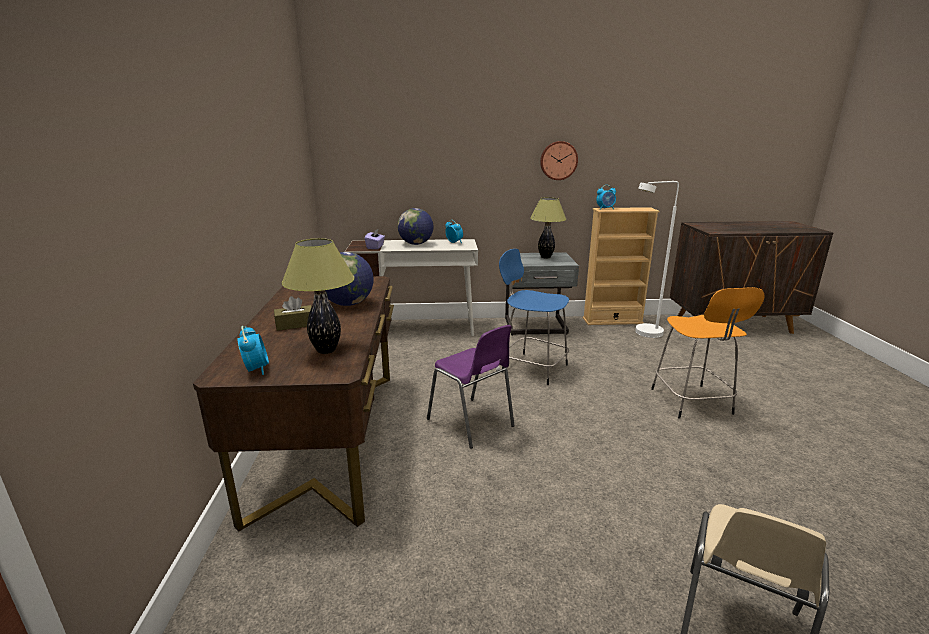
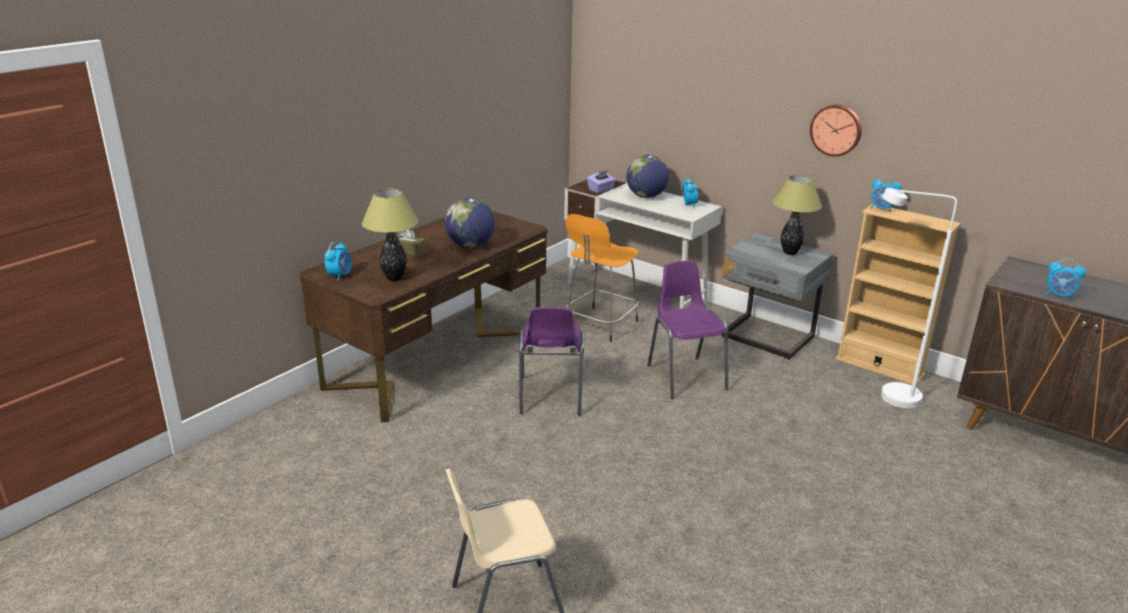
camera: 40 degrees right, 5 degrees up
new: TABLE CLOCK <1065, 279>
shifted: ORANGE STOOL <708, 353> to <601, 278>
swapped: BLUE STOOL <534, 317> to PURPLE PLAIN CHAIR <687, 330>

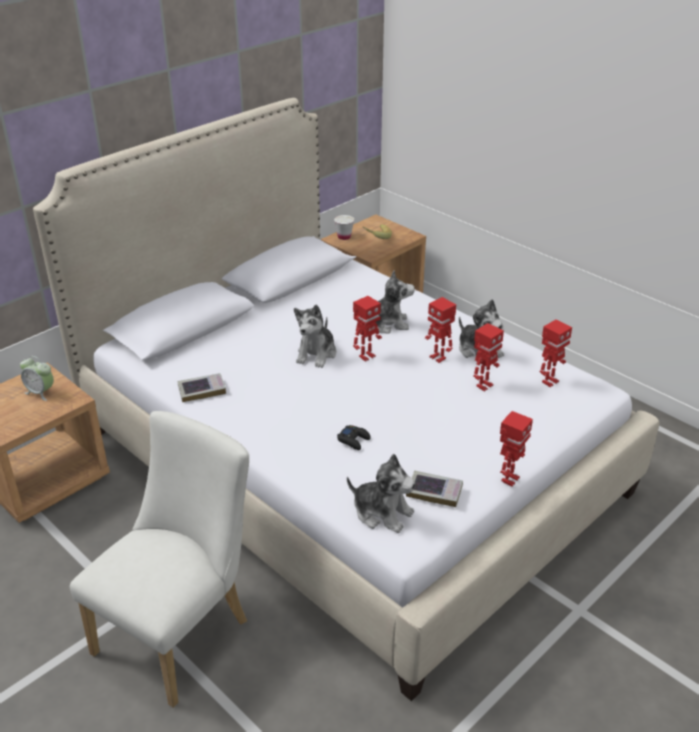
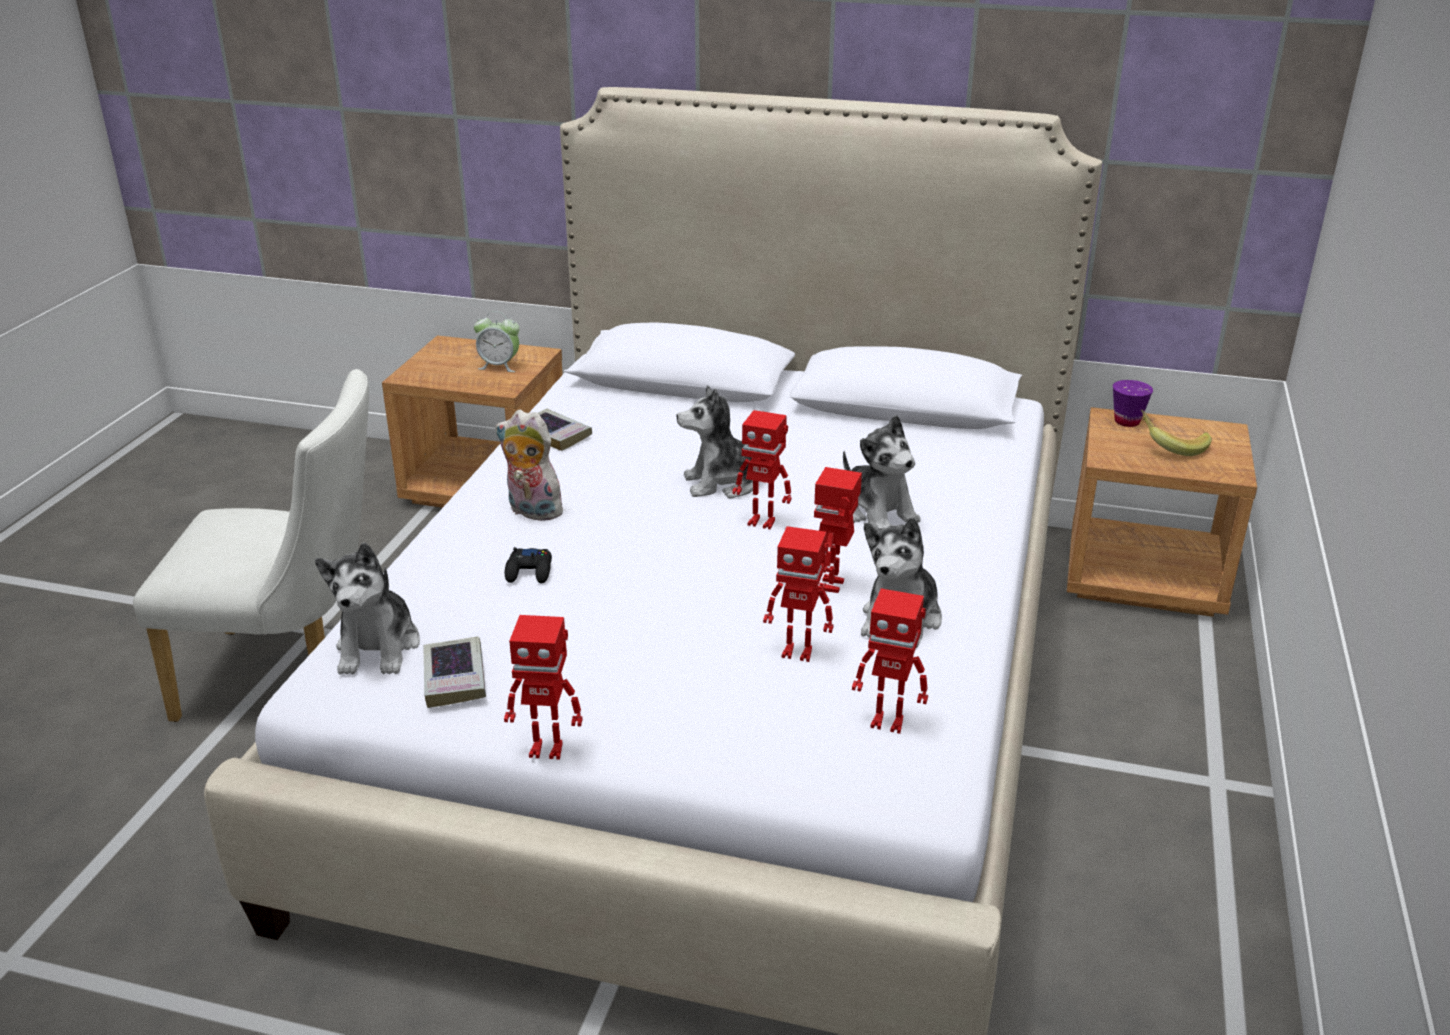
camera: 60 degrees right, 5 degrees down
new: PLUSH TOY <529, 465>
repainted: WHITE SMALL CUP <344, 227> to PURPLE SMALL CUP <1133, 403>
rotated: TABLE CLOCK <37, 378> = <497, 341> 75 degrees counterclockwise

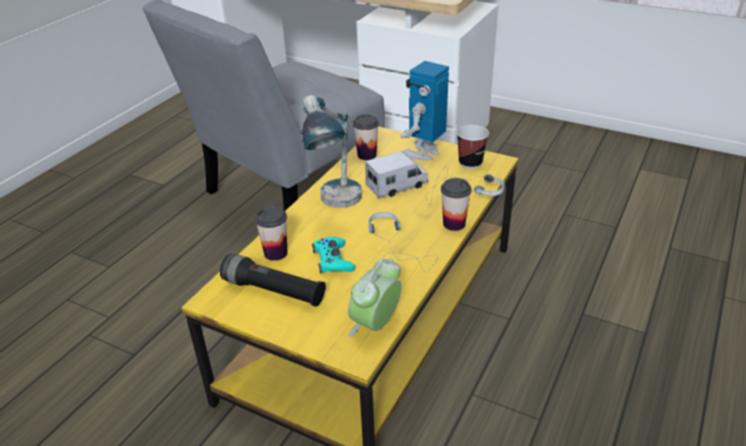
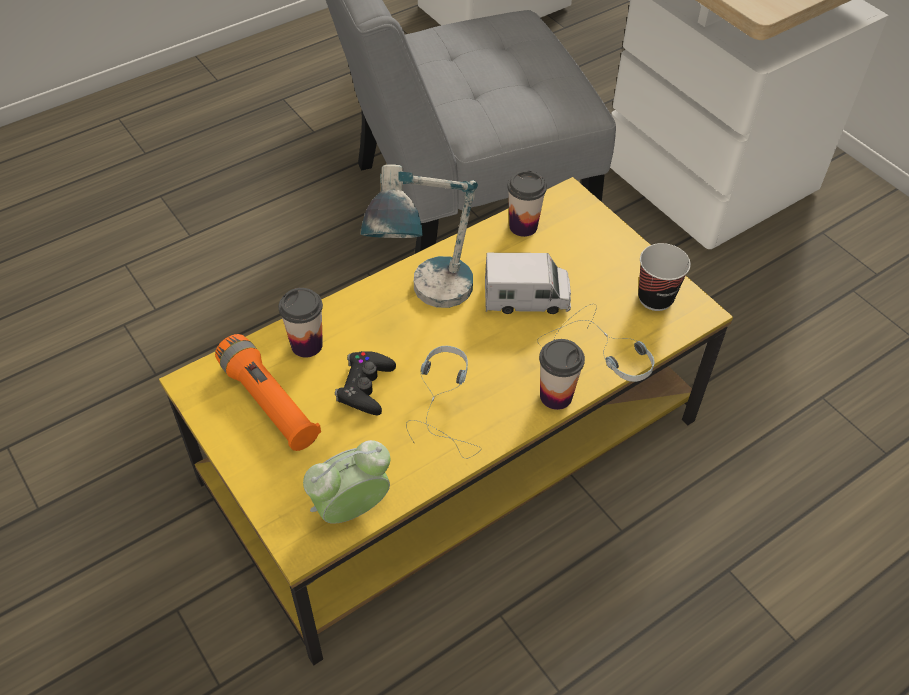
camera: 25 degrees right, 15 degrees up
gone: ROBOT FIGURE <425, 111>
repainted: BLACK HAND TORCH <273, 280> to ORANGE HAND TORCH <268, 392>; BLUE-GREEN GAME CONTROLLER <333, 255> to BLACK GAME CONTROLLER <365, 383>

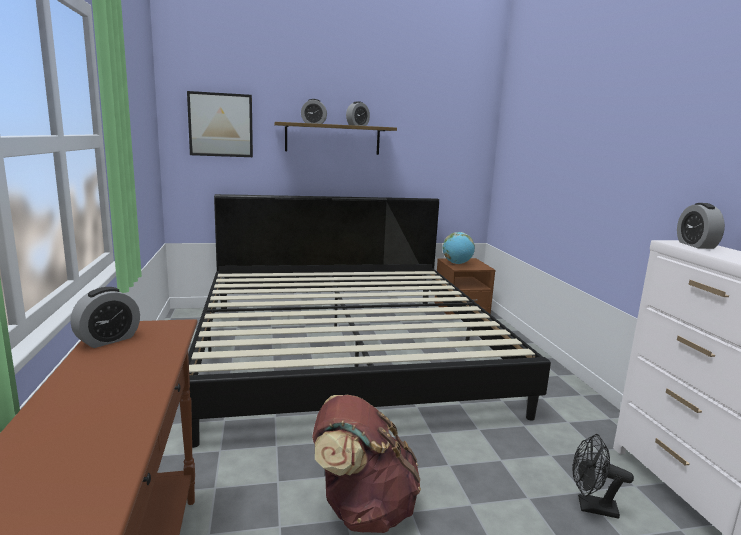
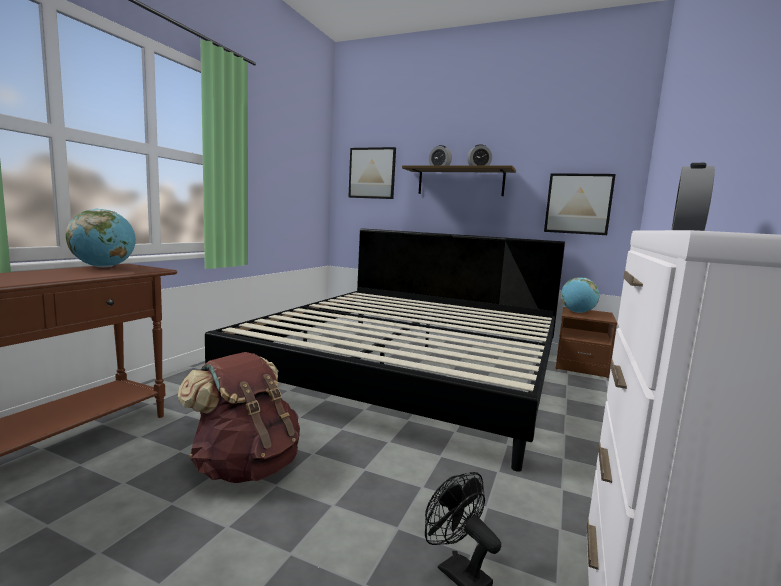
camera: 35 degrees right, 5 degrees down
new: WALL PICTURE <580, 204>
swapped: TABLE CLOCK <105, 317> to WORLD GLOBE <101, 238>

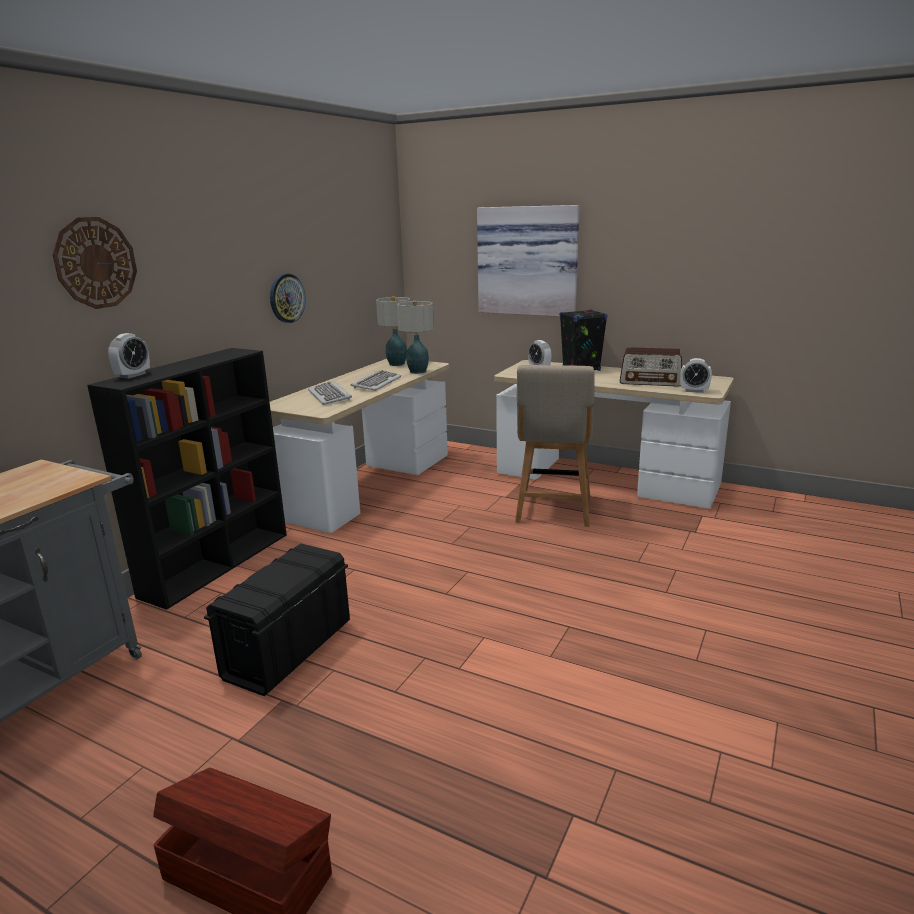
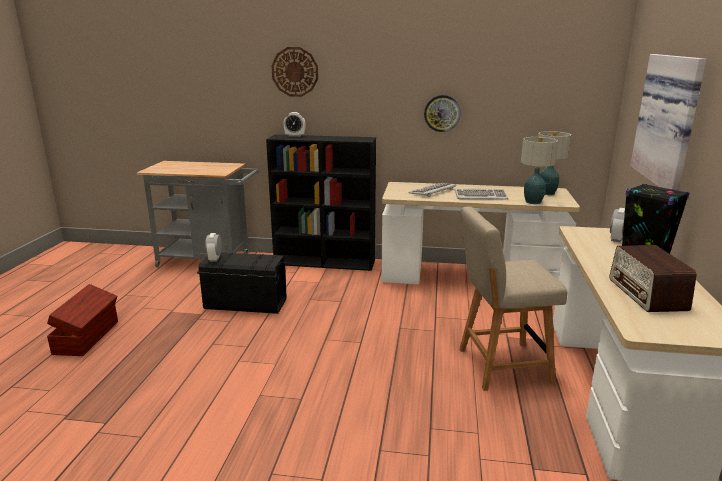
camera: 70 degrees right, 0 degrees up
shifted: TABLE CLOCK <696, 375> to <213, 247>

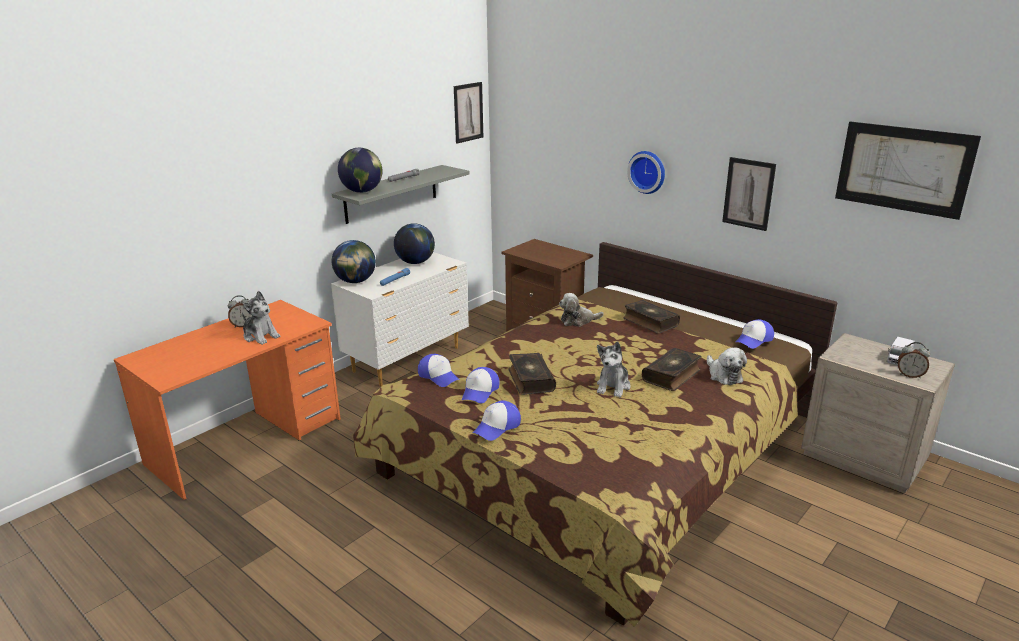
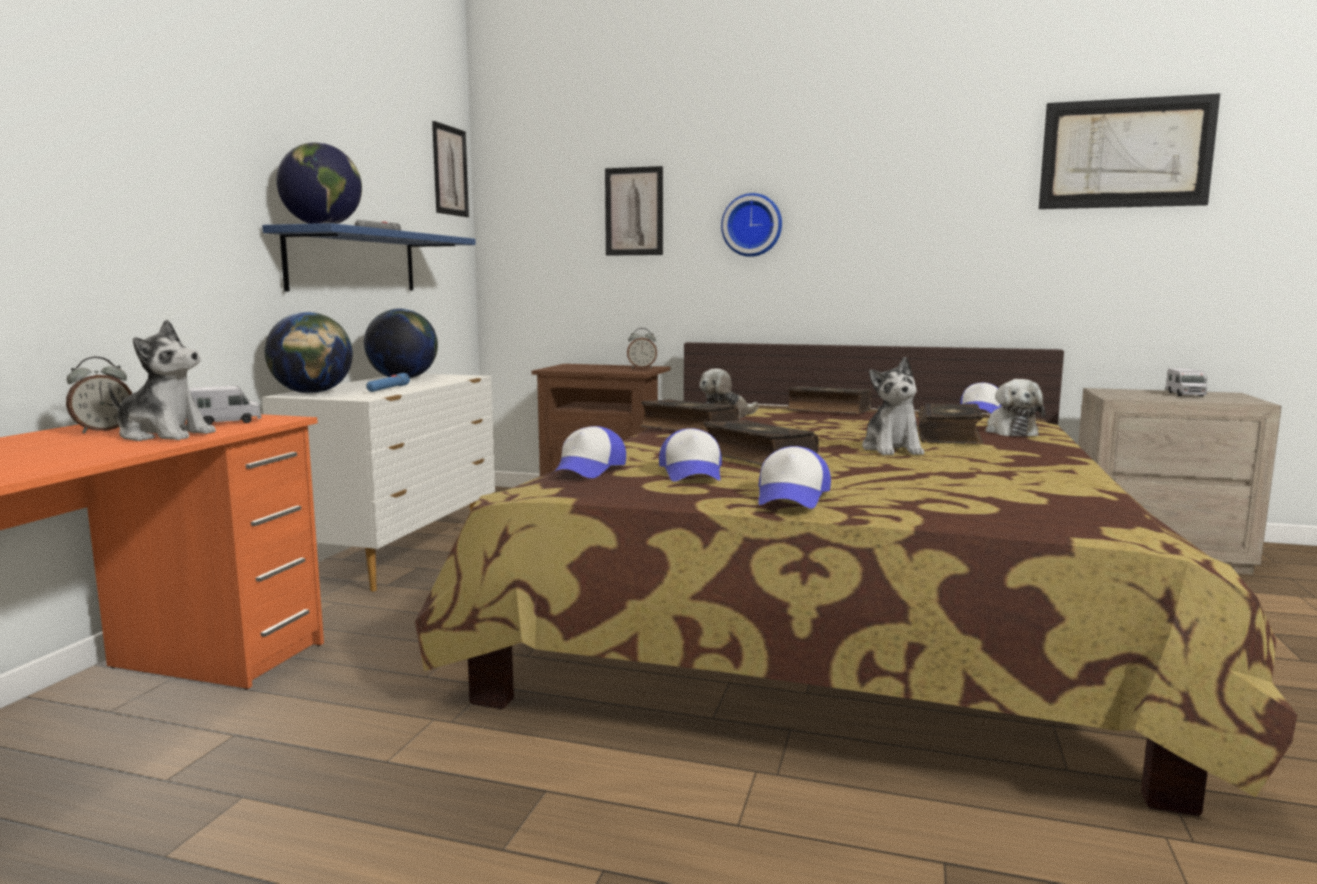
camera: 25 degrees left, 15 degrees down
new: TOY TRUCK <225, 405>; VOLUME <689, 416>
shifted: WALL PICTURE <749, 194> to <634, 211>; TABLE CLOCK <914, 360> to <642, 348>
repainted: GREY WALL SHELF <401, 194> to BLUE WALL SHELF <369, 257>
rotated: CAP <439, 370> = <588, 452> 90 degrees clockwise; PLUSH TOY <727, 366> = <1016, 408> 45 degrees clockwise

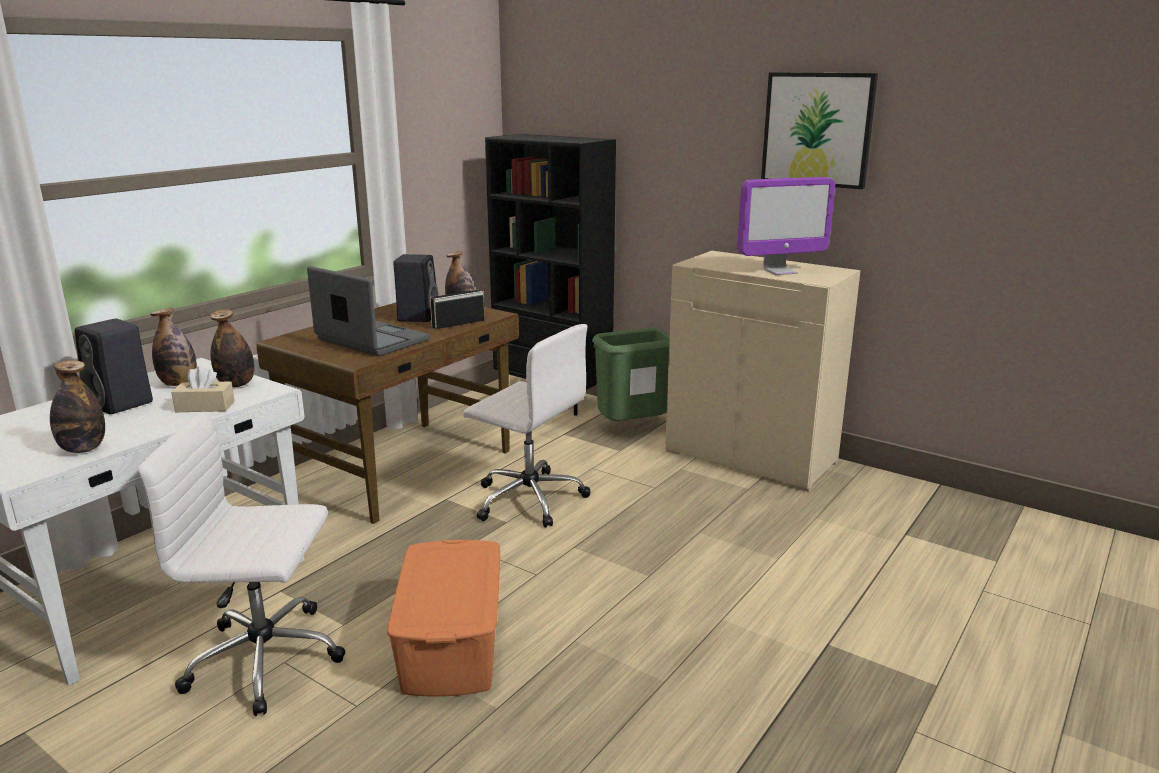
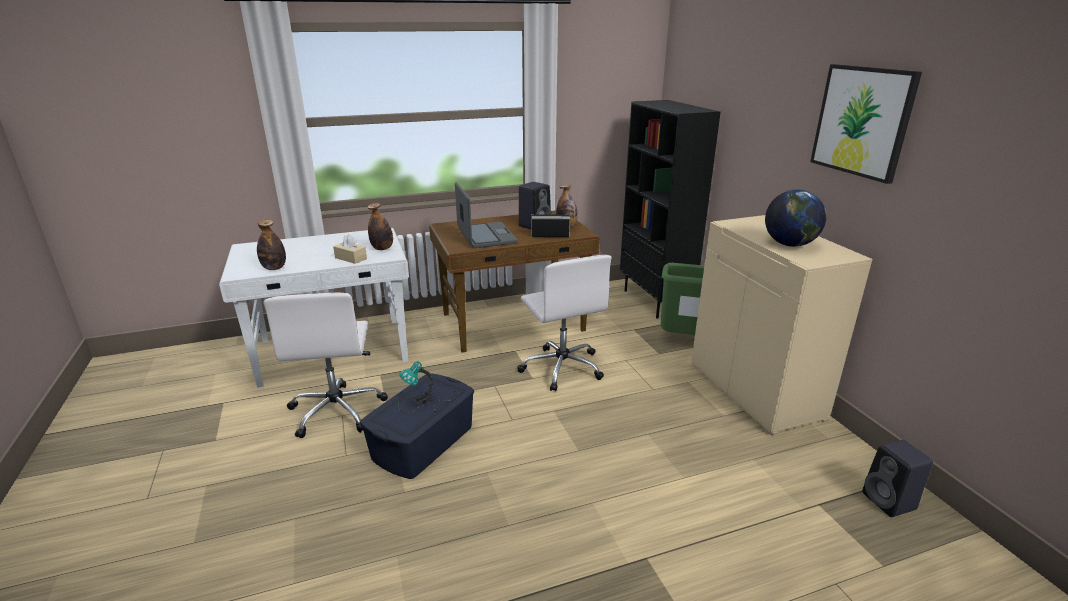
camera: 35 degrees right, 5 degrees up
gone: BOTTLE <173, 347>
new: TABLETOP LAMP <428, 387>
shifted: BLACK SPEAKER <114, 366> to <897, 478>
swapped: COMPUTER SCREEN <786, 226> to WORLD GLOBE <796, 218>
repainted: ORANGE STORAGE BOX <443, 618> to BLUE STORAGE BOX <417, 426>
rotated: WHITE OFFICE CHAIR <241, 564> = <326, 365> 135 degrees counterclockwise

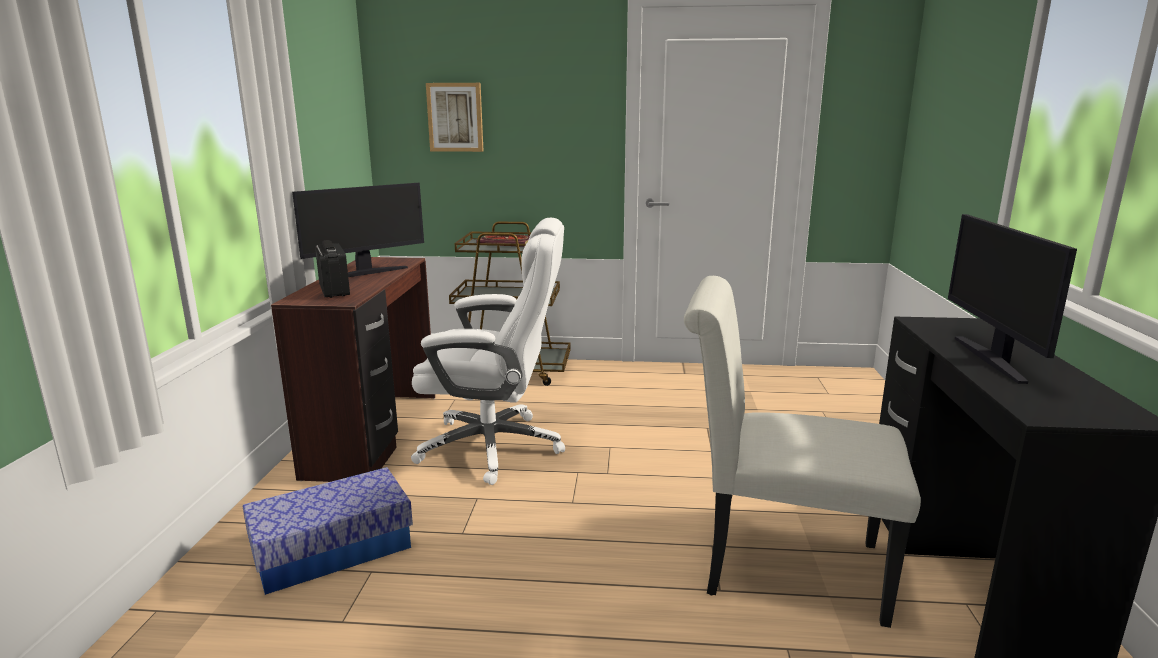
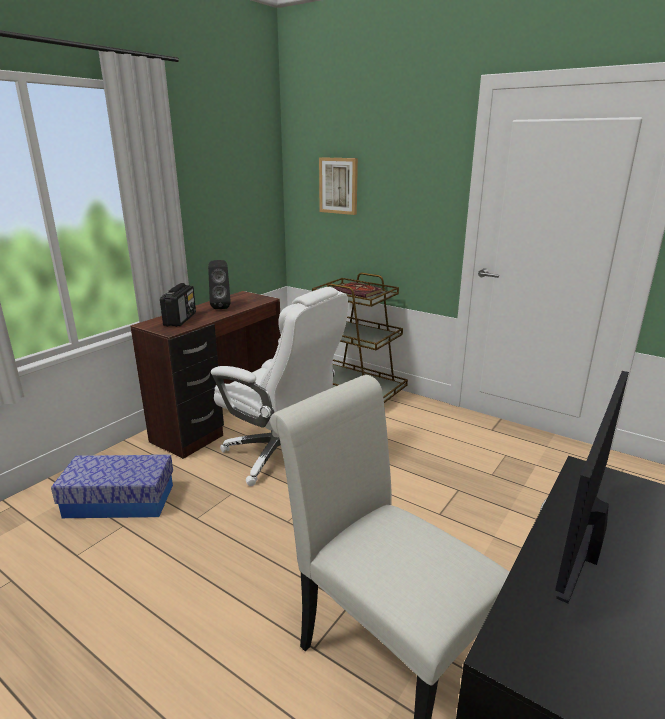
camera: 30 degrees right, 5 degrees up
swapped: COMPUTER SCREEN <358, 230> to BLACK SPEAKER <219, 284>

